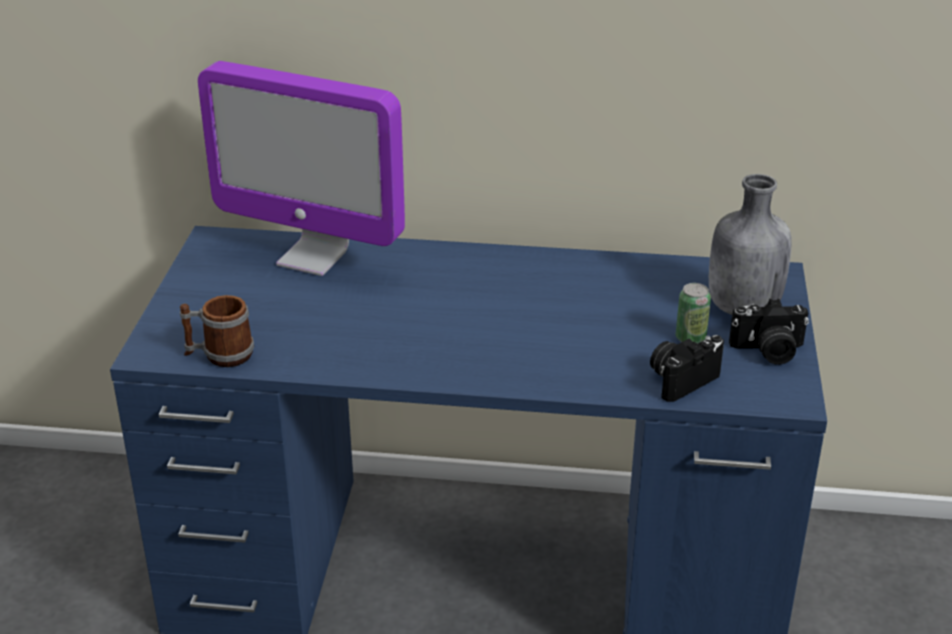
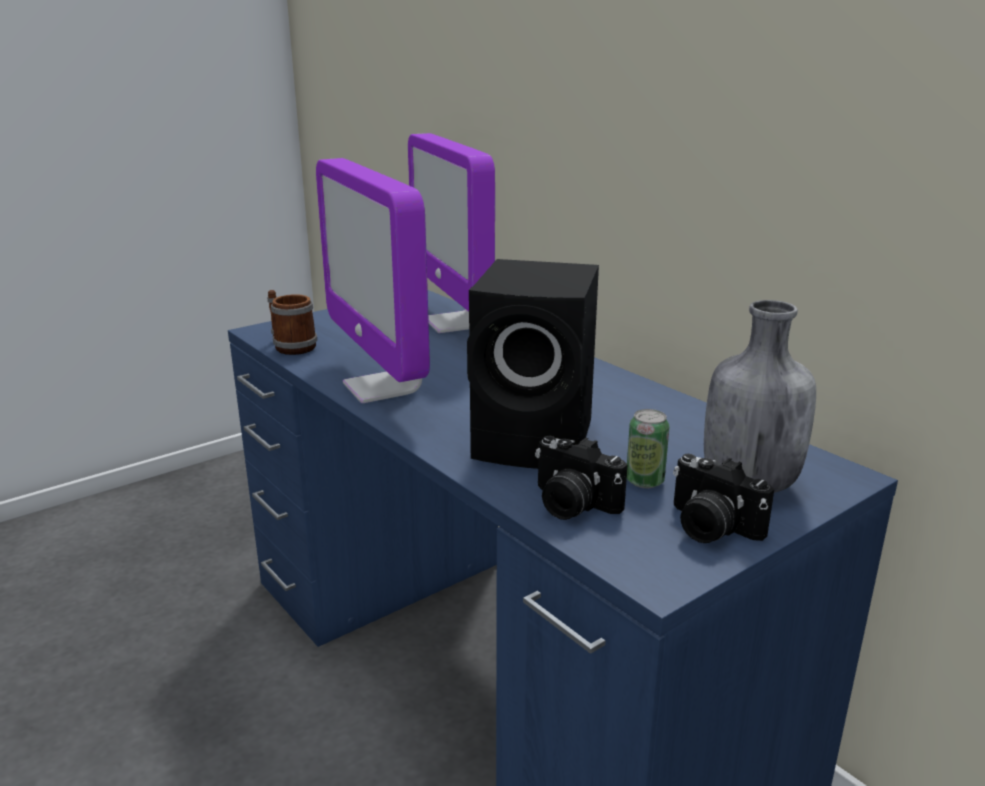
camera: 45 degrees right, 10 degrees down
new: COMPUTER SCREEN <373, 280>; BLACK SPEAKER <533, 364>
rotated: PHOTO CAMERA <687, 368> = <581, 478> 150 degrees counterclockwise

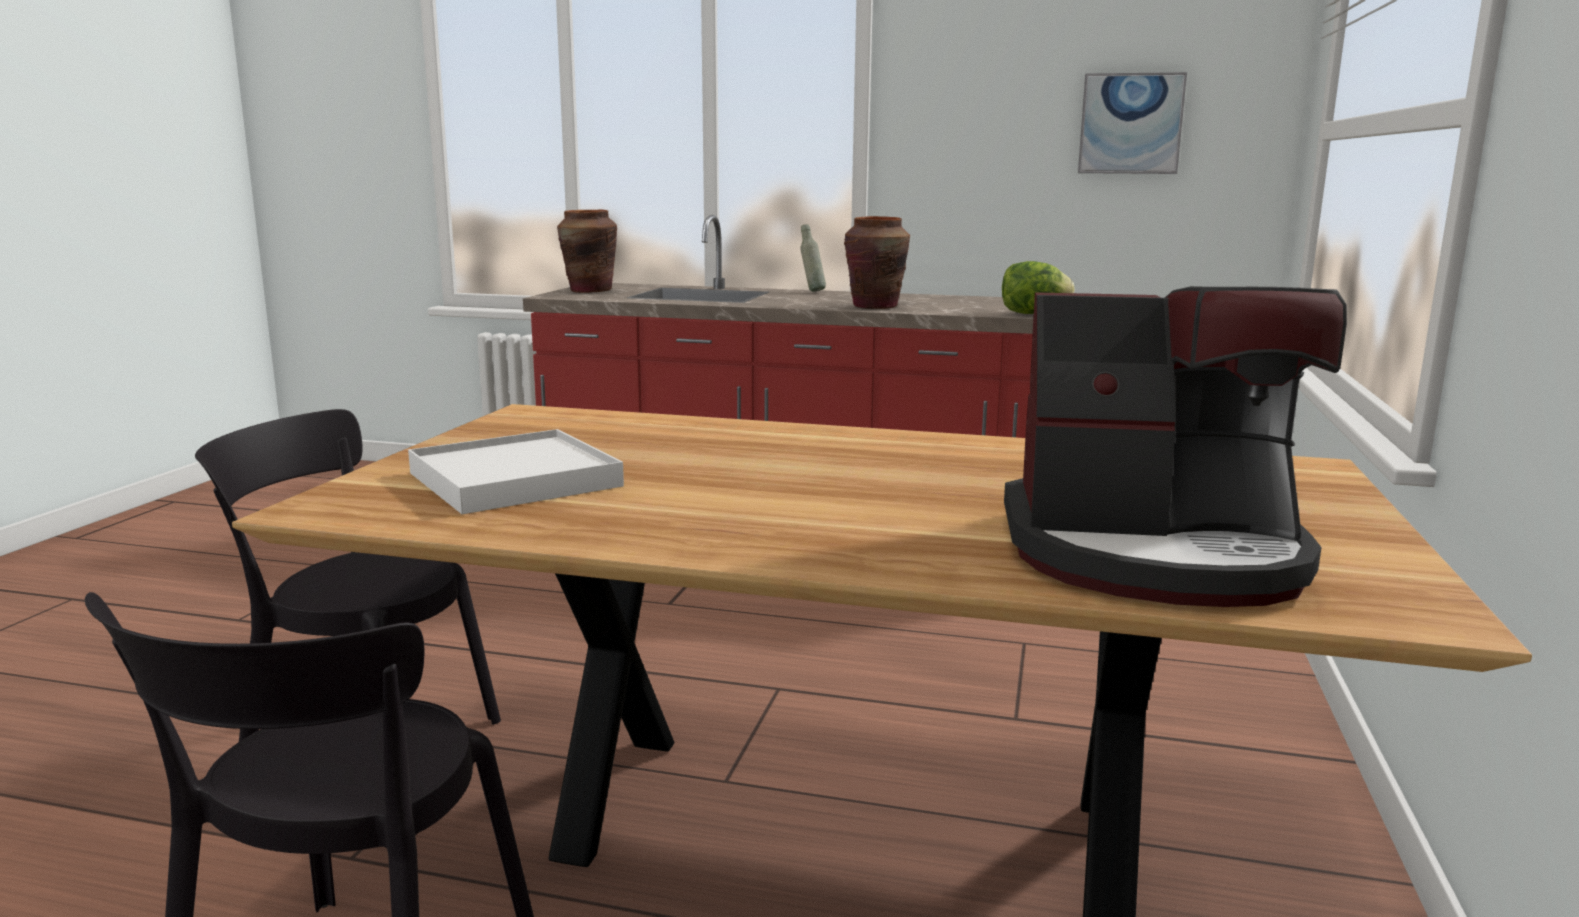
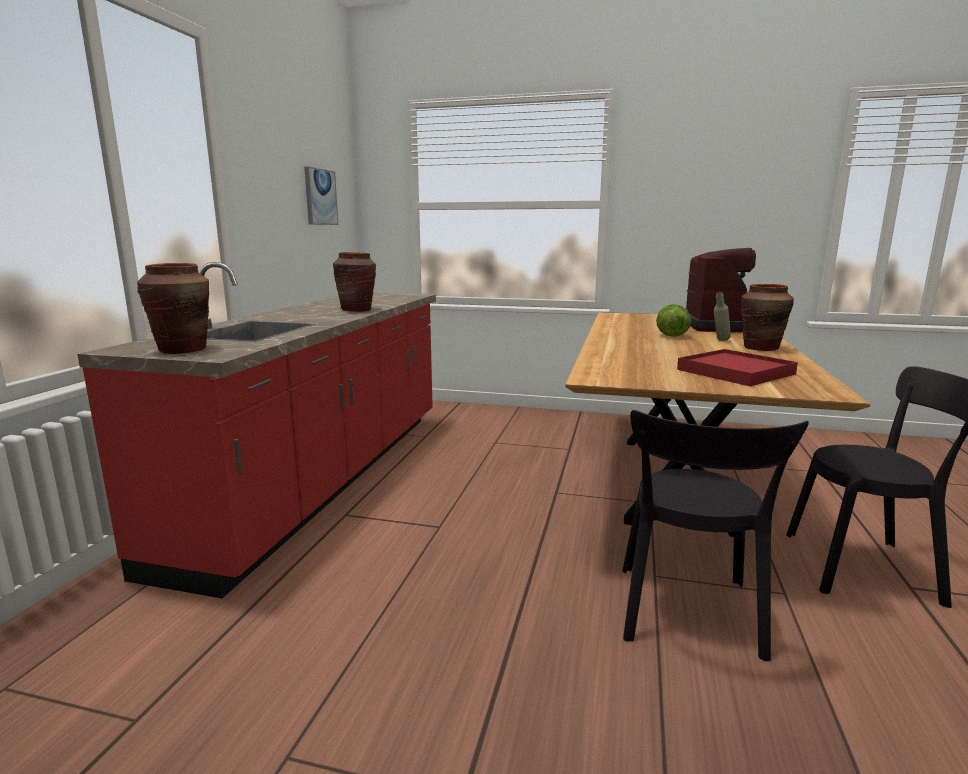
camera: 90 degrees left, 0 degrees up
new: BROWNISH FLOWER VASE <767, 317>
shifted: GREY BOTTLE <813, 258> to <722, 316>; HEAD OF LETTUCE <1038, 287> to <673, 320>
repainted: WHITE SERVING TRAY <516, 471> to RED SERVING TRAY <737, 367>

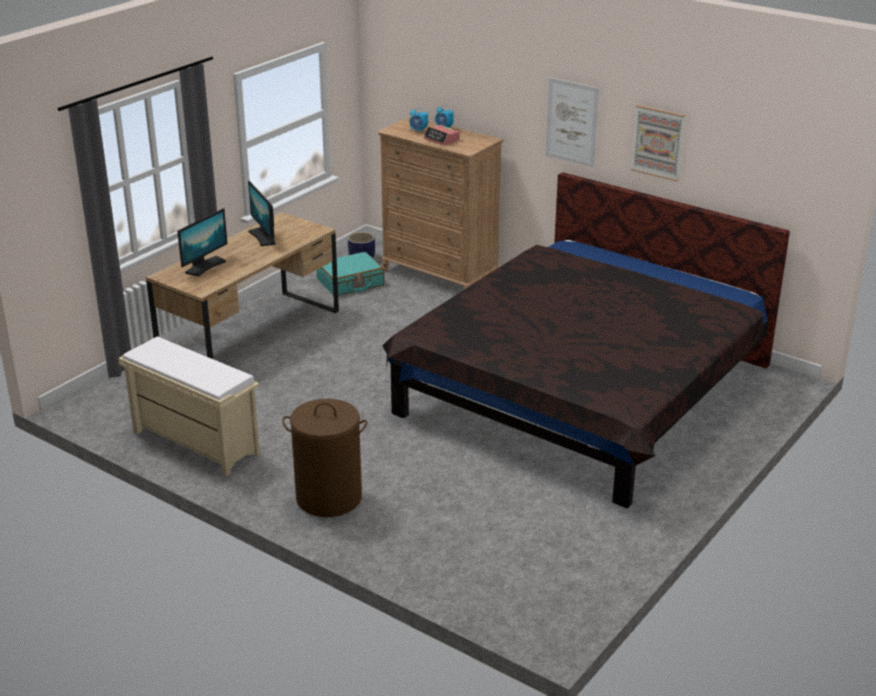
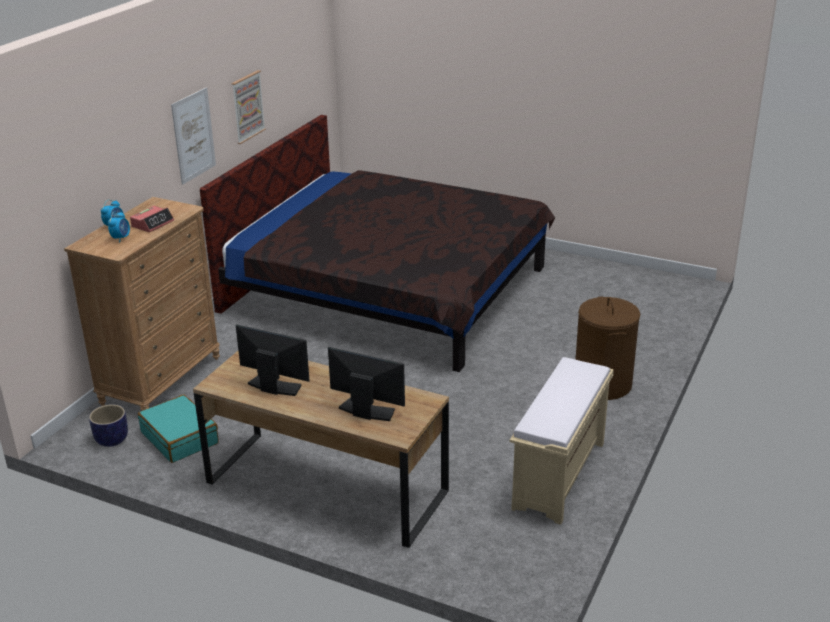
camera: 100 degrees left, 0 degrees up
rotated: COMPUTER SCREEN <261, 213> = <273, 360> 120 degrees counterclockwise

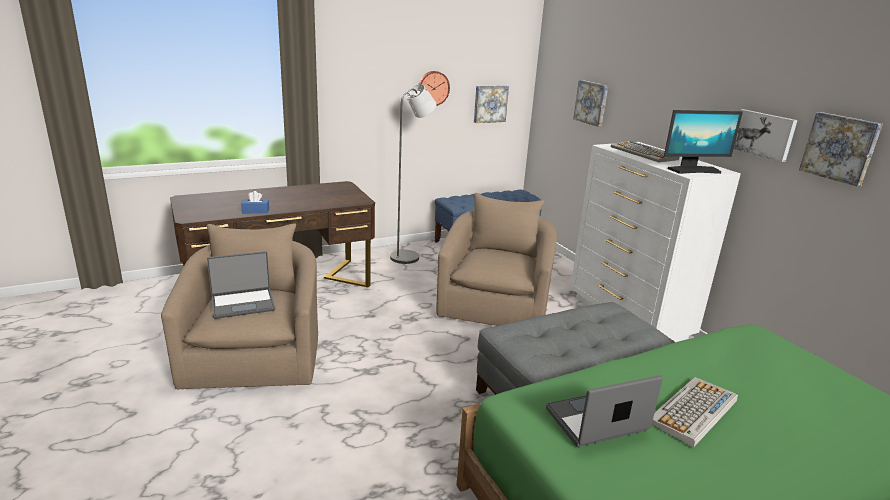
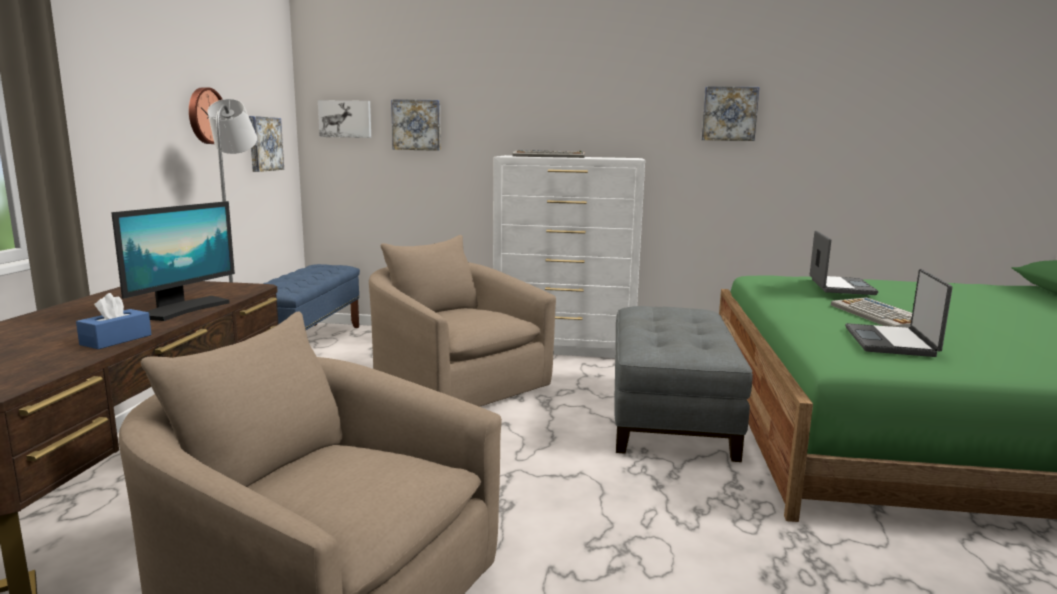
camera: 55 degrees left, 10 degrees down
shifted: PORTABLE COMPUTER <241, 285> to <844, 263>; COMPUTER SCREEN <703, 142> to <173, 261>; WALL PICTURE <766, 135> to <344, 119>

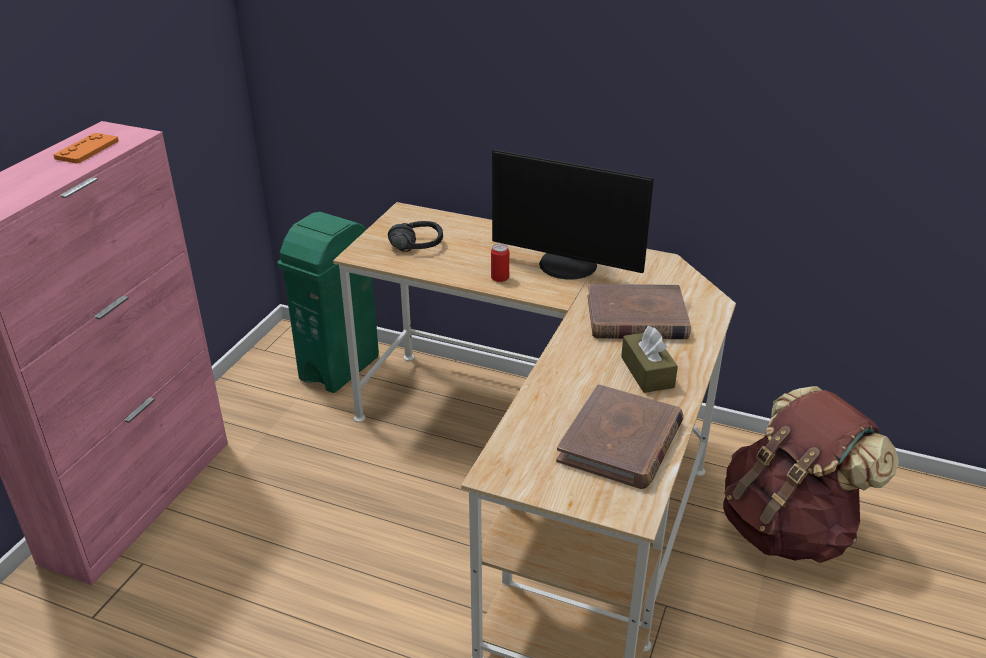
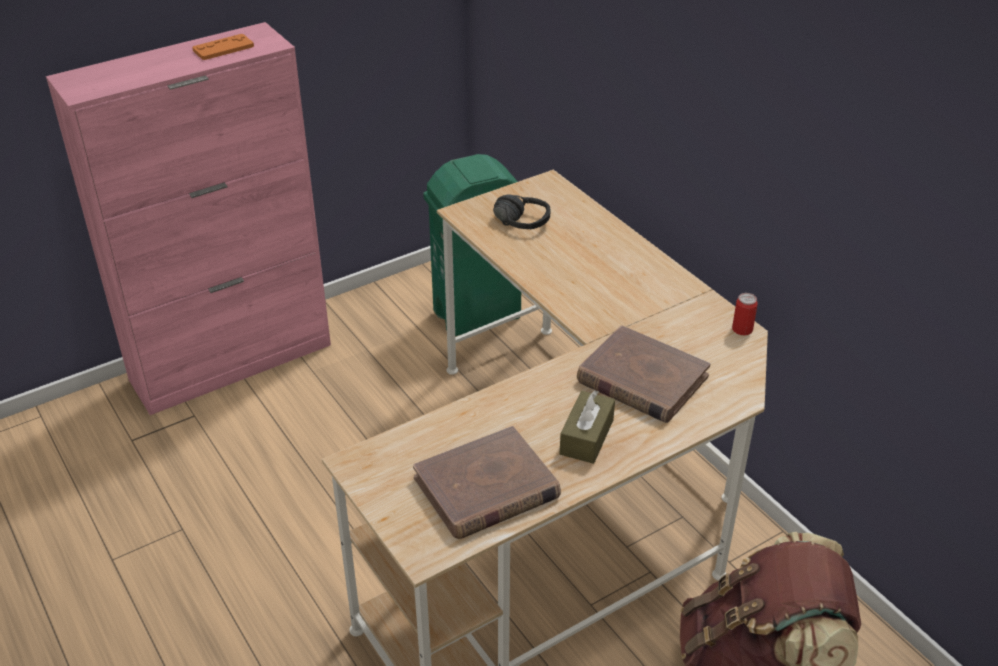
camera: 35 degrees right, 5 degrees up
gone: COMPUTER SCREEN <573, 214>
shifted: METAL CAN <500, 262> to <745, 314>

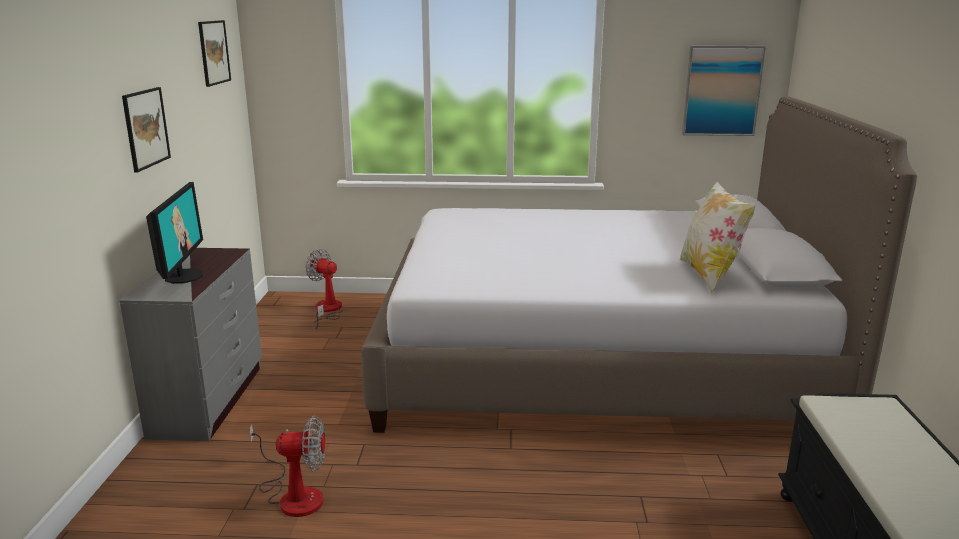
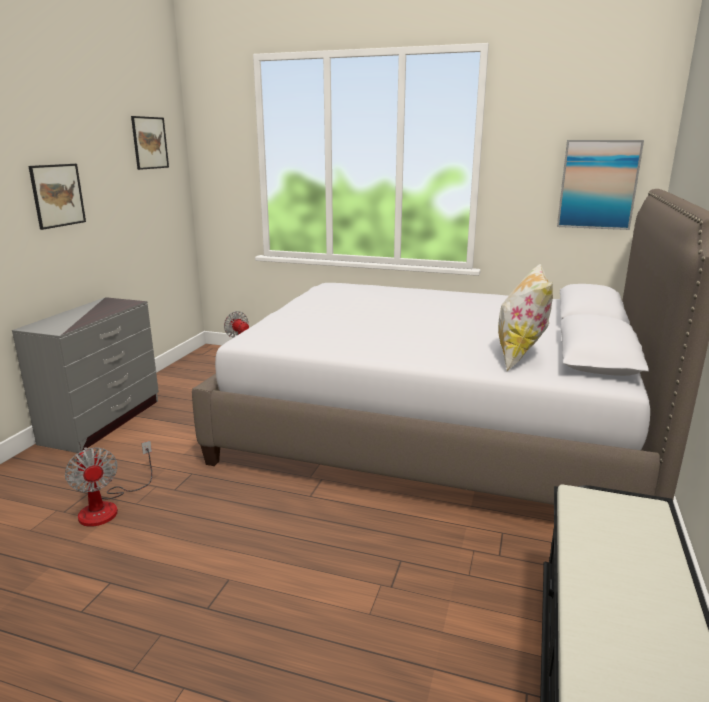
camera: 15 degrees right, 0 degrees up
gone: COMPUTER SCREEN <174, 233>
rotated: ELECTRIC FAN <287, 466> = <108, 484> 45 degrees clockwise

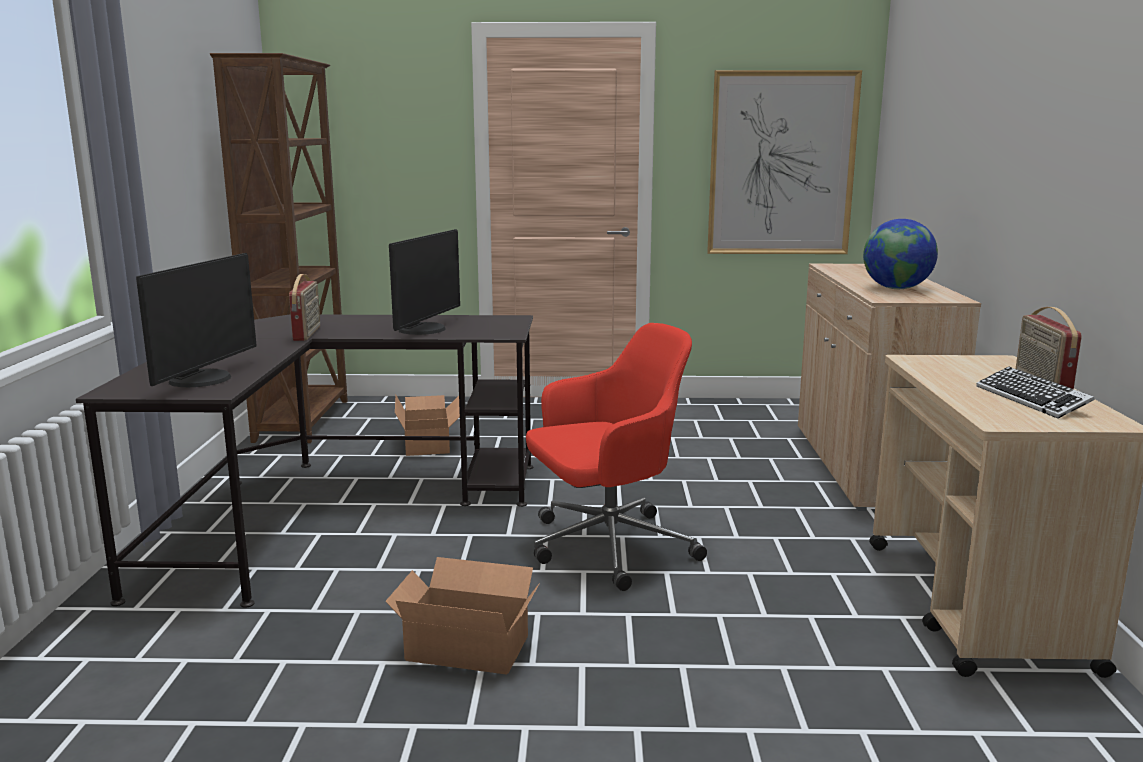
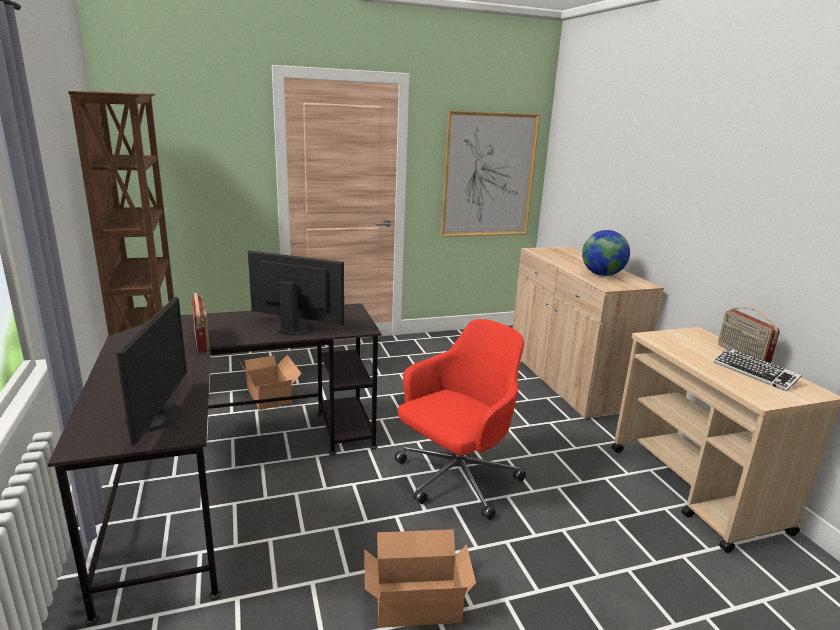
camera: 20 degrees left, 5 degrees up
rotated: COMPUTER SCREEN <424, 282> = <296, 293> 75 degrees counterclockwise

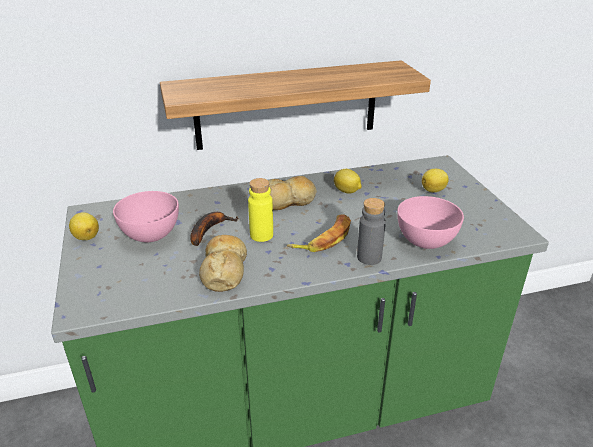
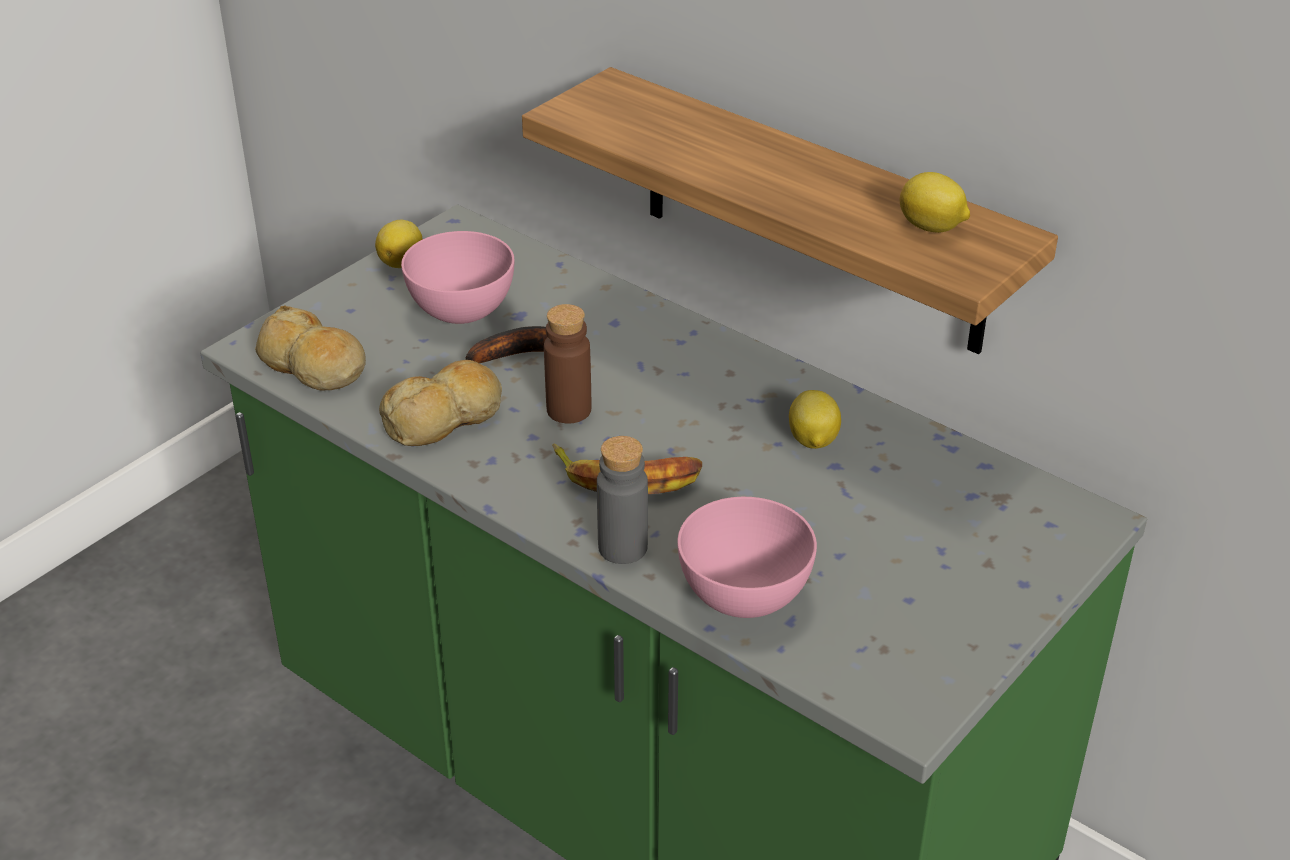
camera: 55 degrees right, 5 degrees up
shifted: BREAD <292, 193> to <310, 348>; LEMON <435, 180> to <935, 202>
repainted: YELLOW BOTTLE <260, 210> to BROWNISH BOTTLE <567, 364>

